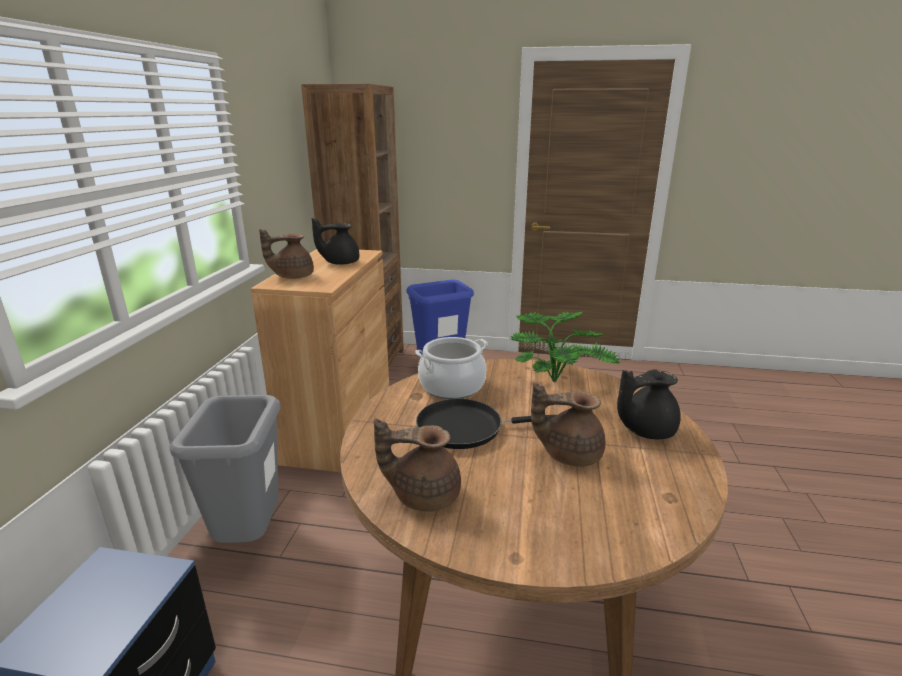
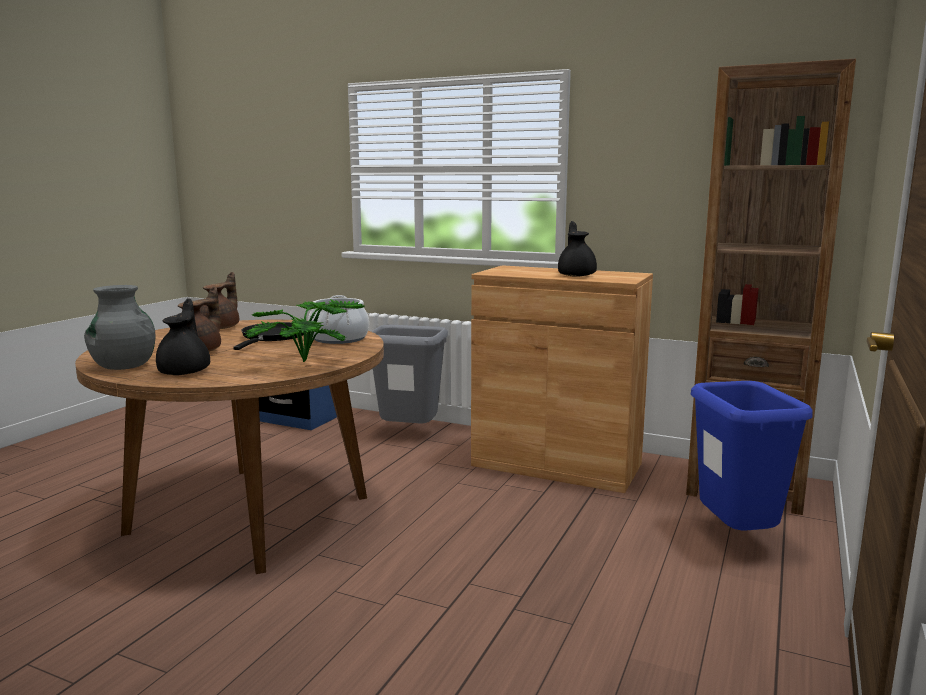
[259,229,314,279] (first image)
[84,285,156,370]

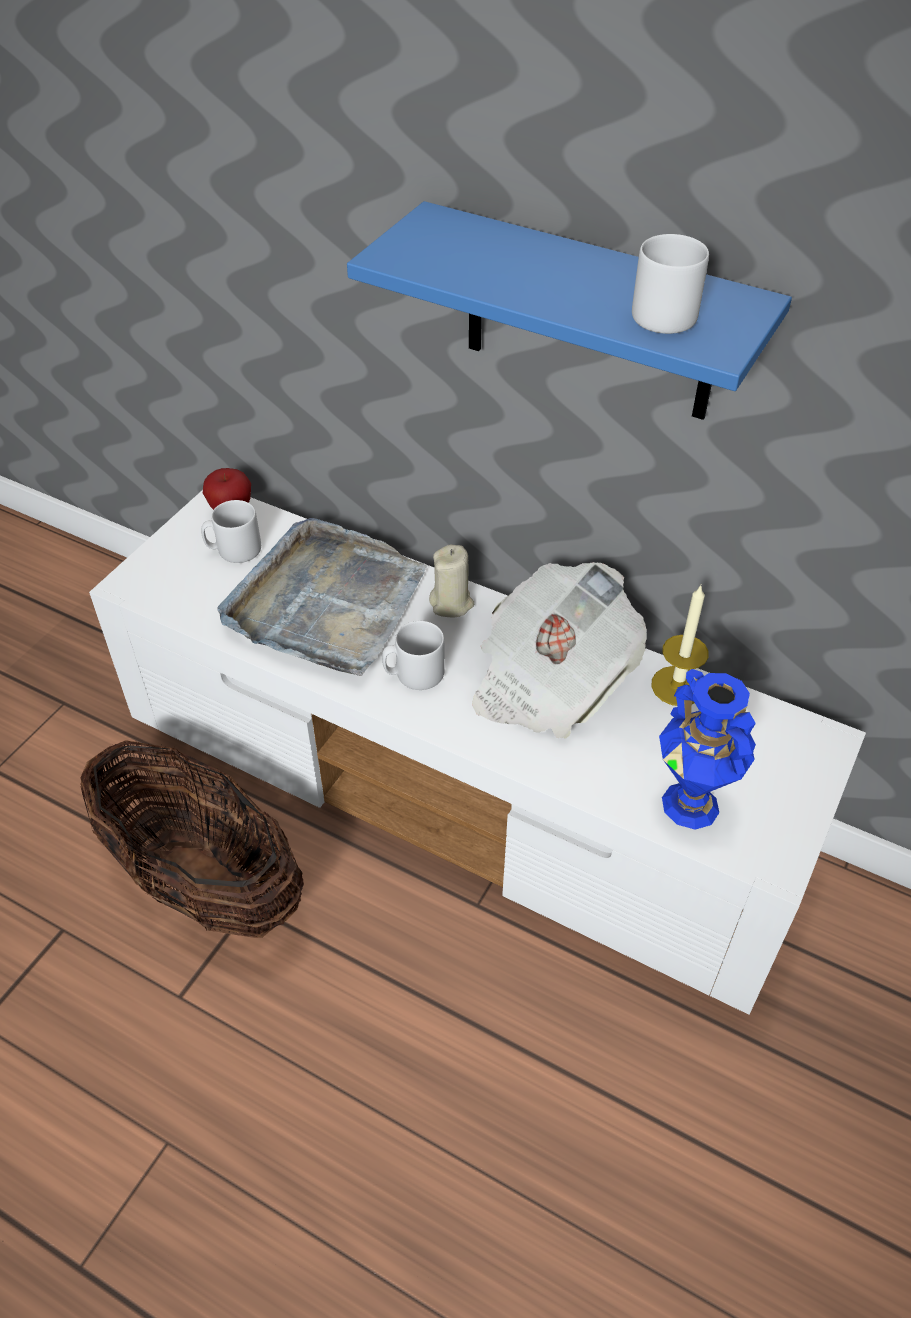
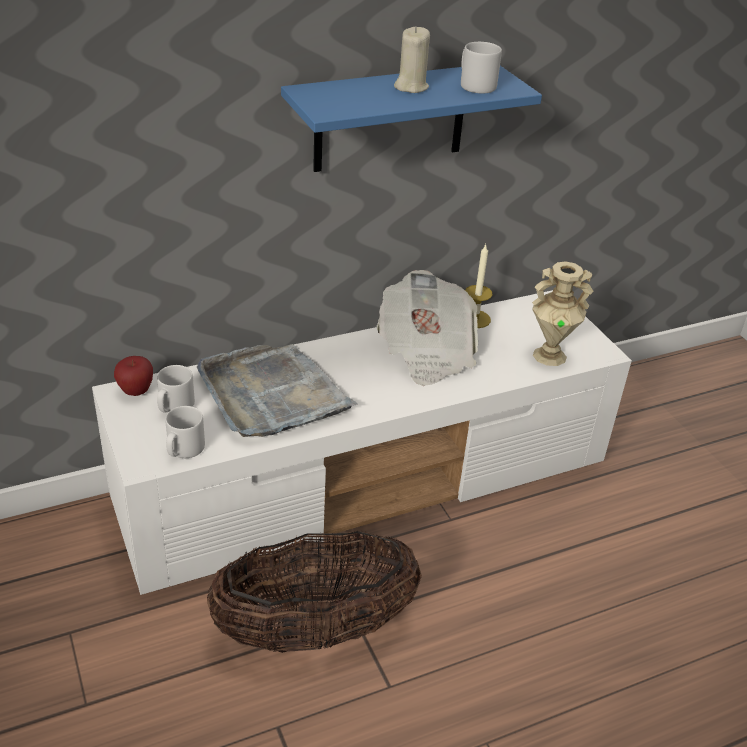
[394,26,430,93]
[165,406,205,458]
[532,261,593,366]

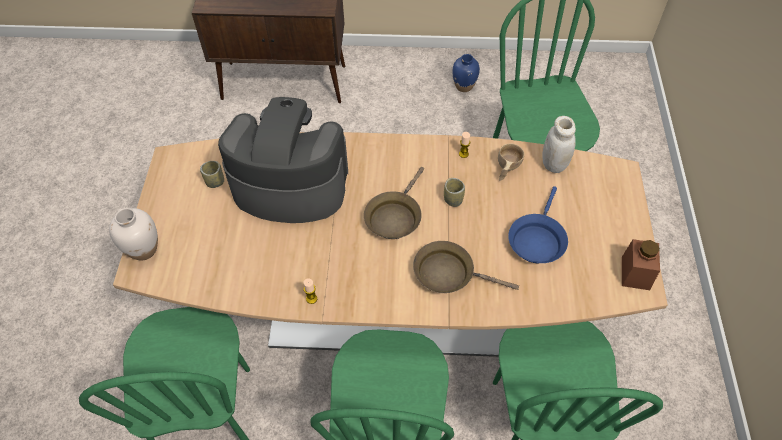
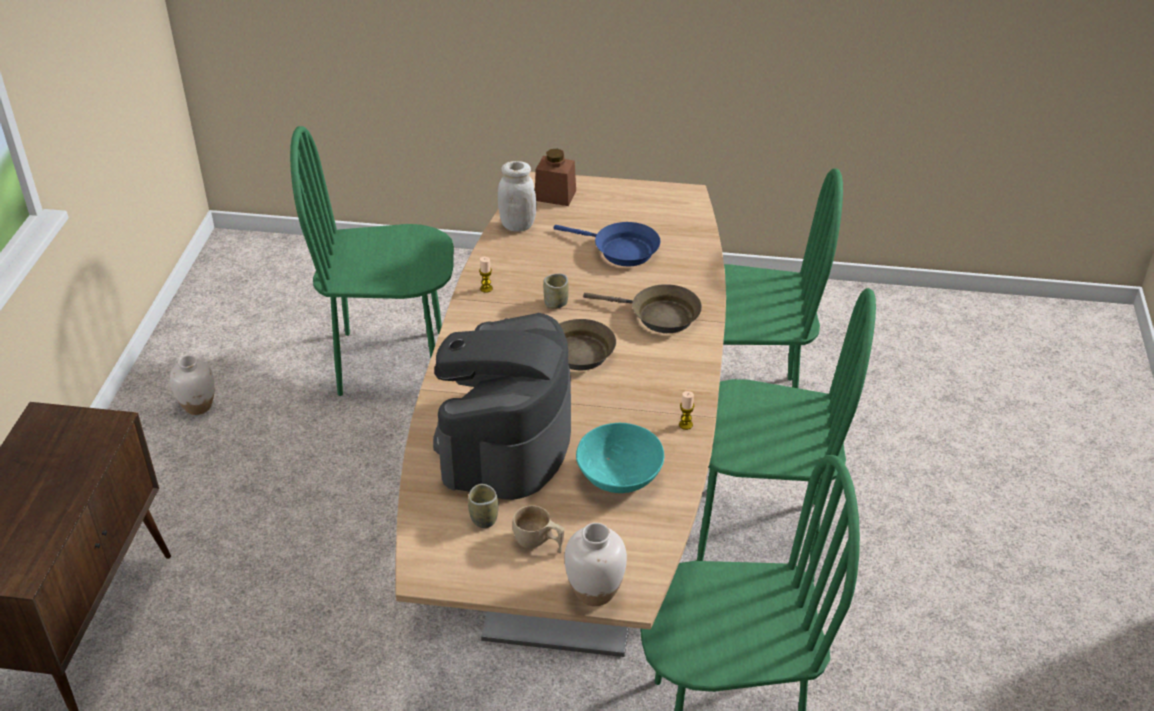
[170,355,214,415]
[512,505,564,553]
[535,149,576,206]
[583,284,702,333]
[576,423,664,493]

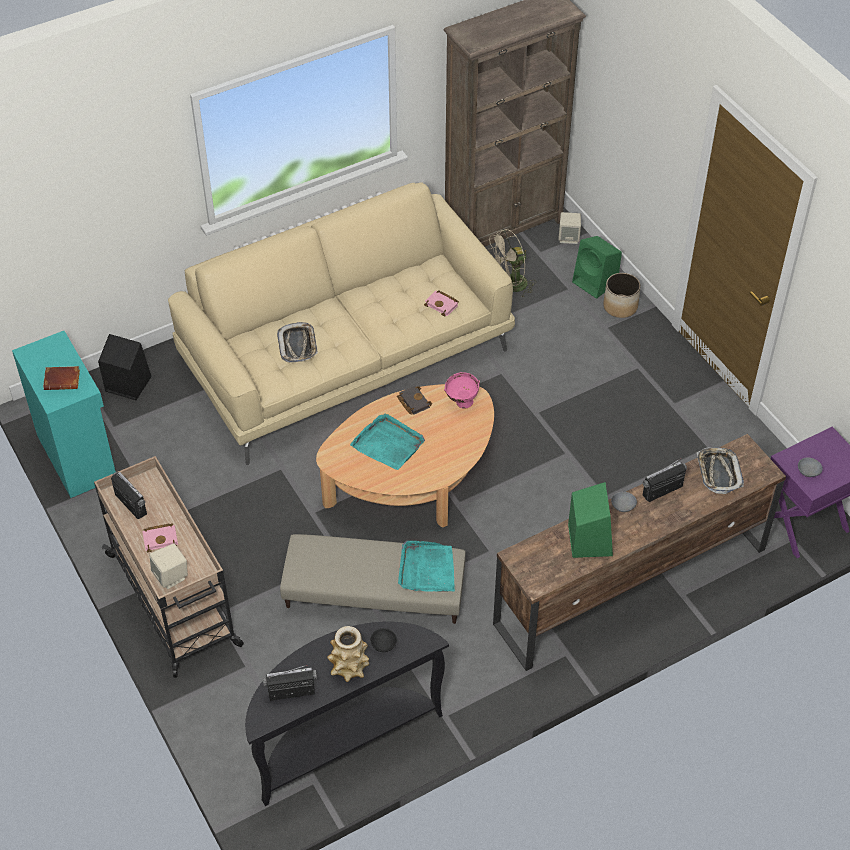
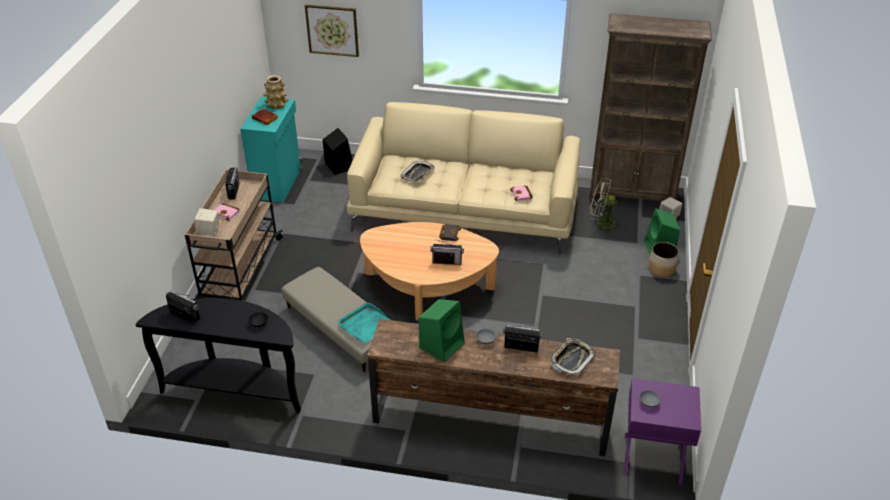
[444,372,480,409] (first image)
[350,414,425,470] (first image)
[263,75,288,109]
[305,4,359,57]
[430,239,464,265]

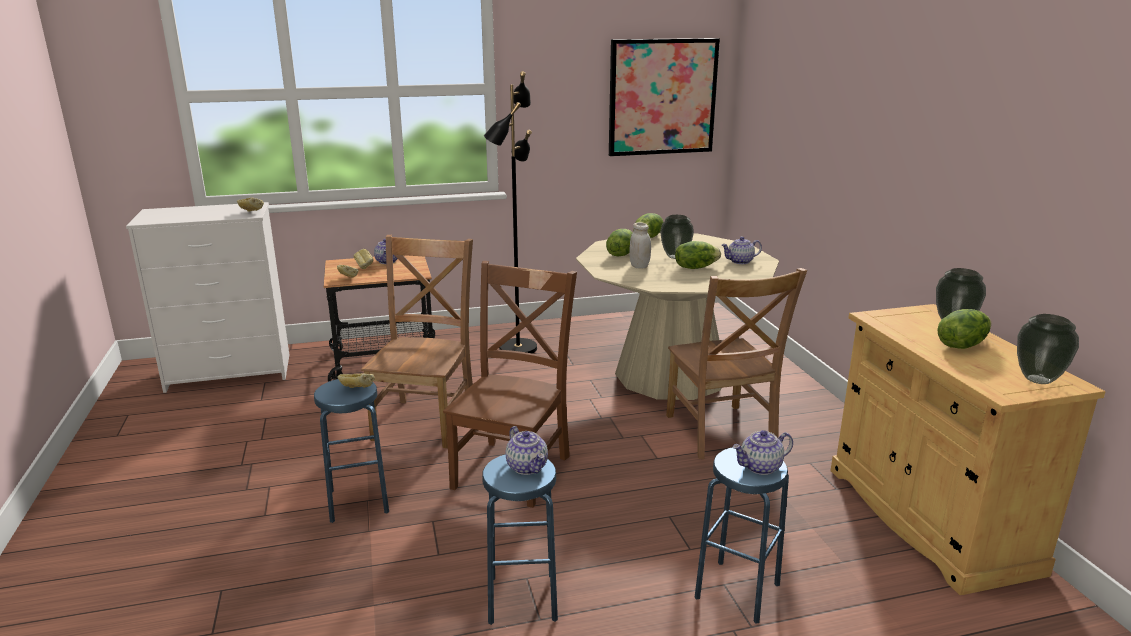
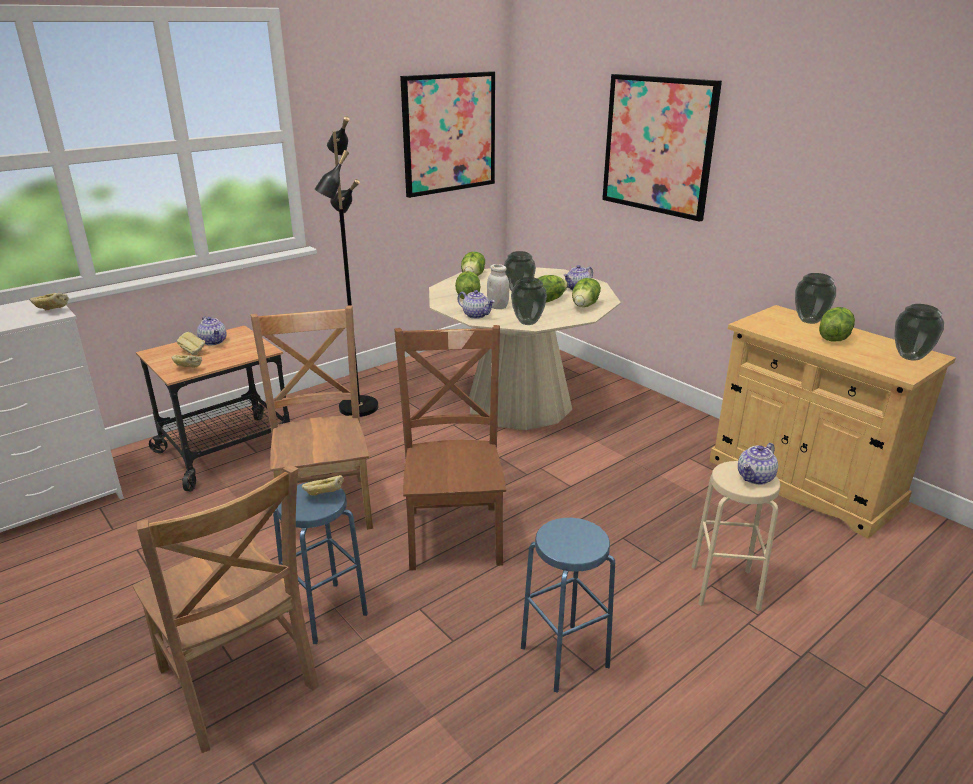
[132,465,319,753]
[458,290,495,319]
[692,461,780,611]
[602,74,722,222]
[511,277,547,325]
[572,278,601,307]

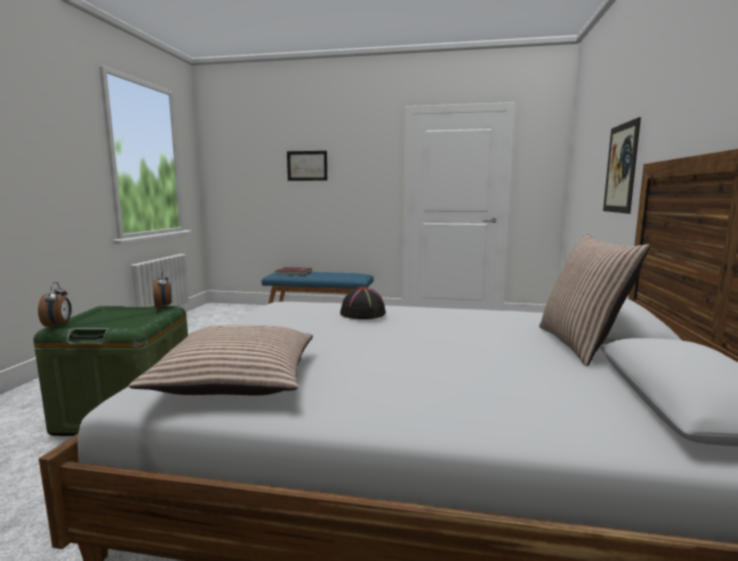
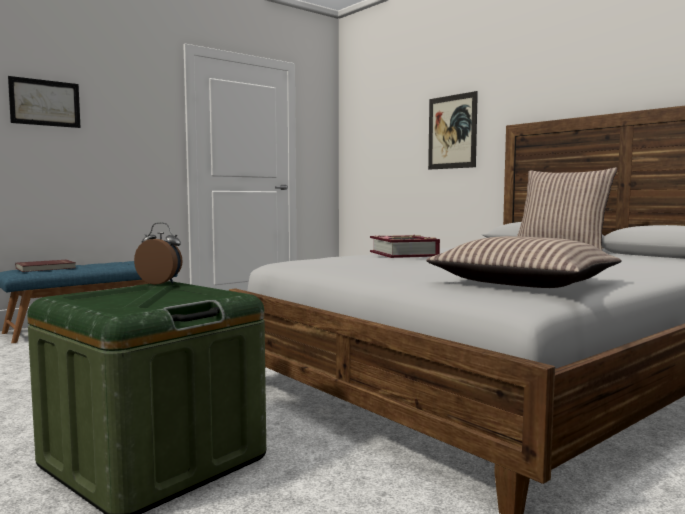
[38,282,72,328] (first image)
[370,235,440,258]

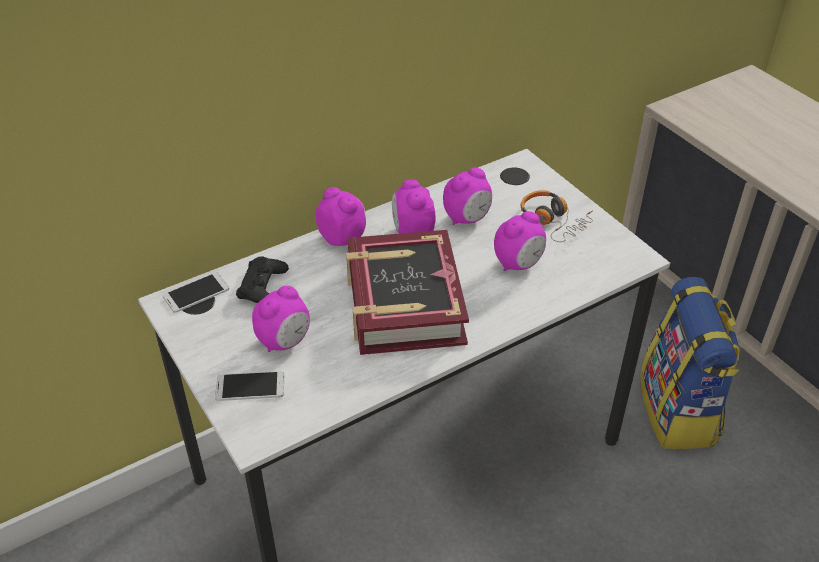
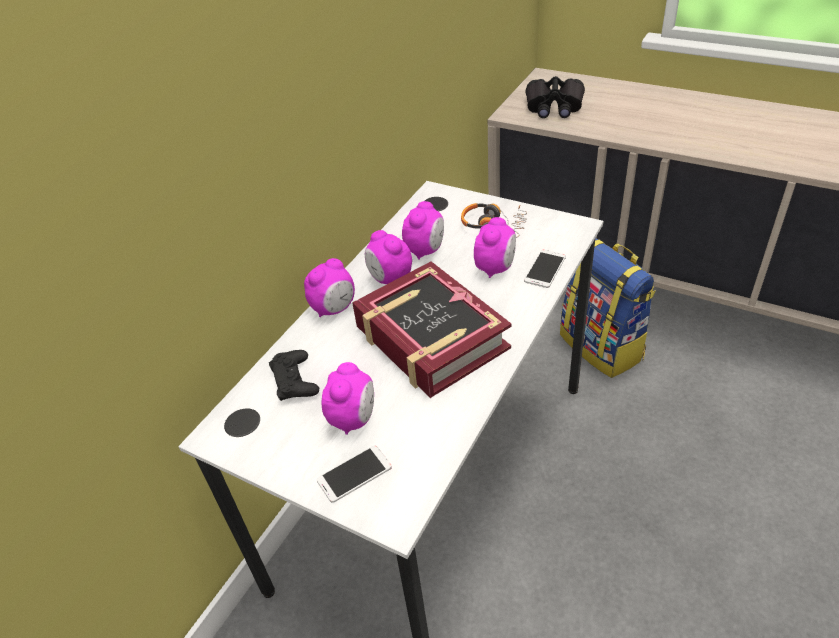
[304,258,355,317]
[524,250,566,288]
[525,76,585,118]

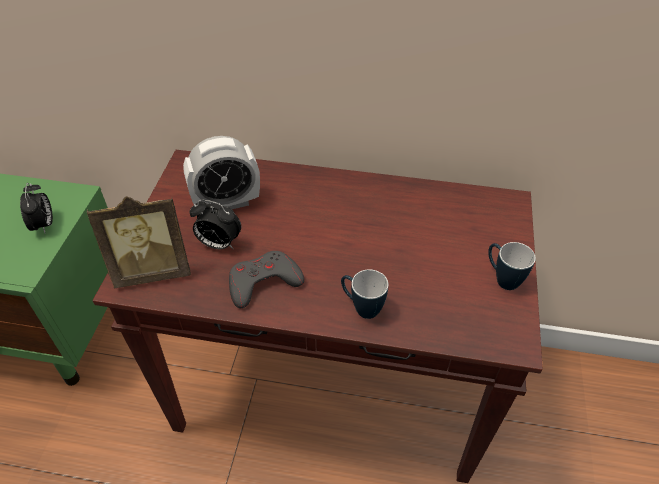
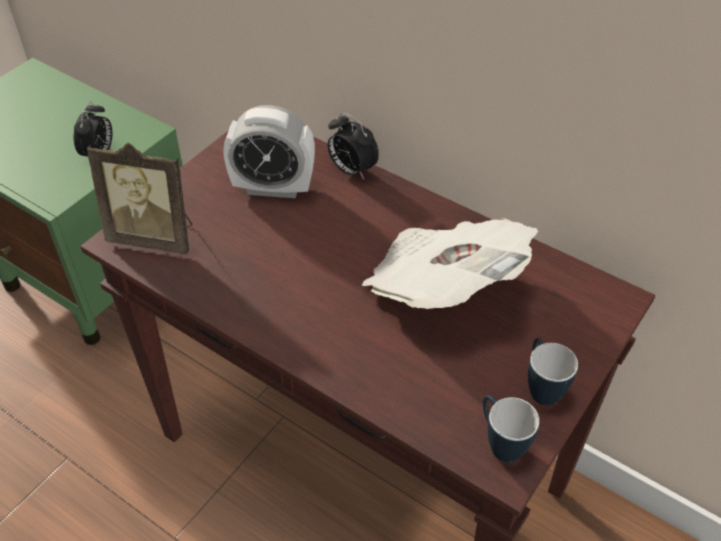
[327,113,379,180]
[229,251,304,308] (first image)
[483,395,539,463]
[361,218,538,309]

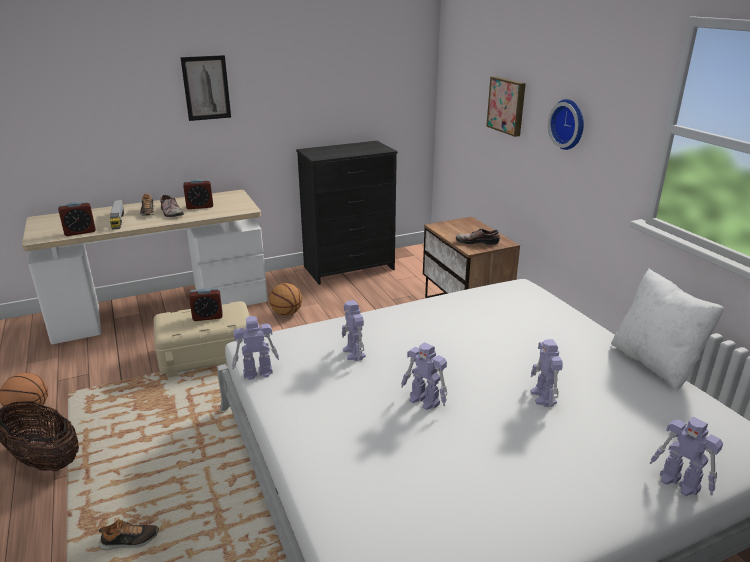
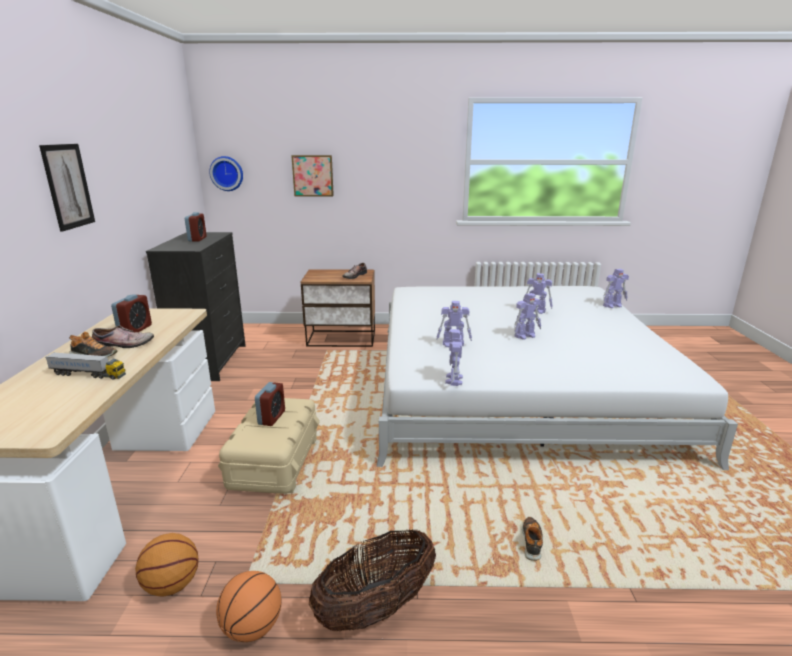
[209,156,243,191]
[185,212,207,242]
[611,268,724,391] (first image)
[135,533,199,597]

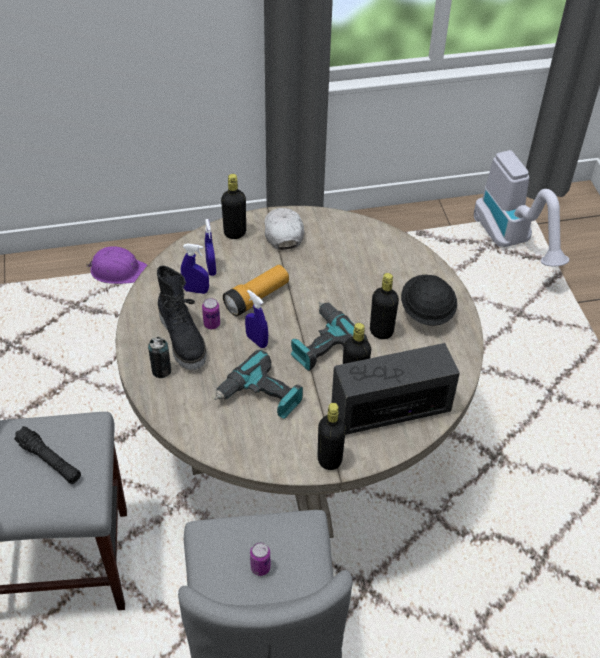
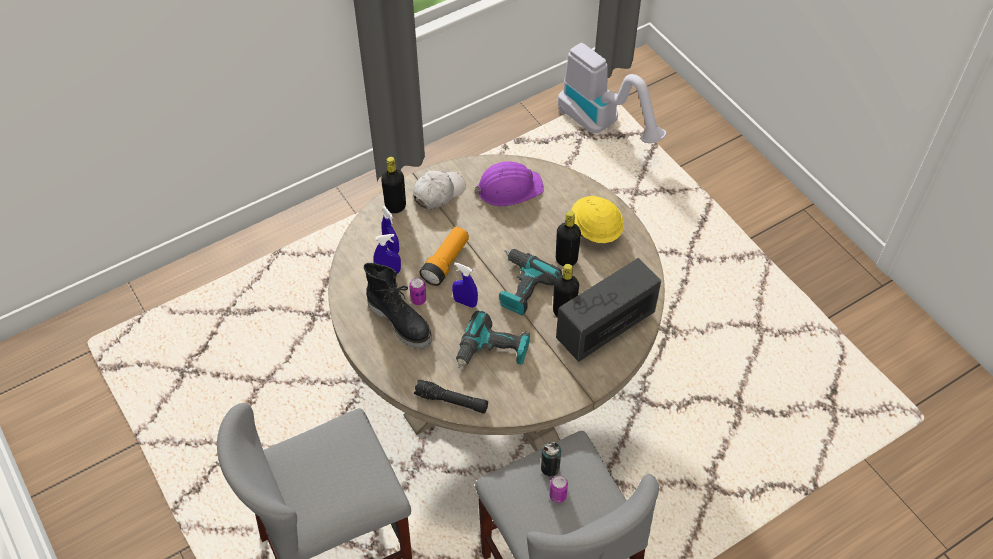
[413,171,466,210]
[474,161,544,206]
[571,196,624,243]
[541,442,561,476]
[318,403,346,470] (first image)
[414,380,488,414]

